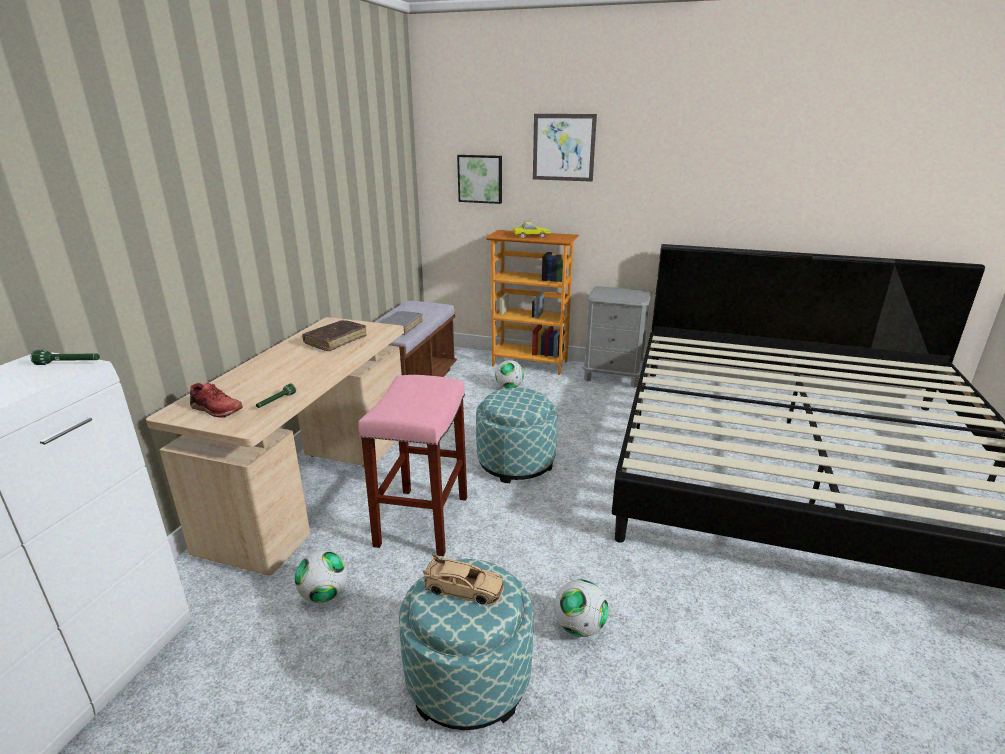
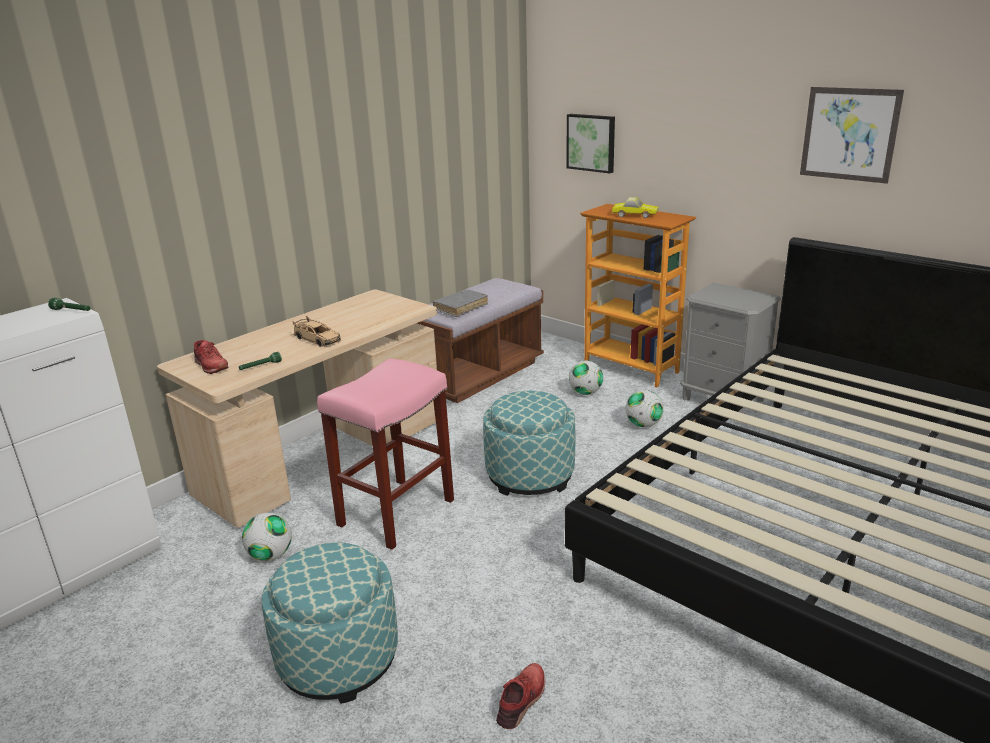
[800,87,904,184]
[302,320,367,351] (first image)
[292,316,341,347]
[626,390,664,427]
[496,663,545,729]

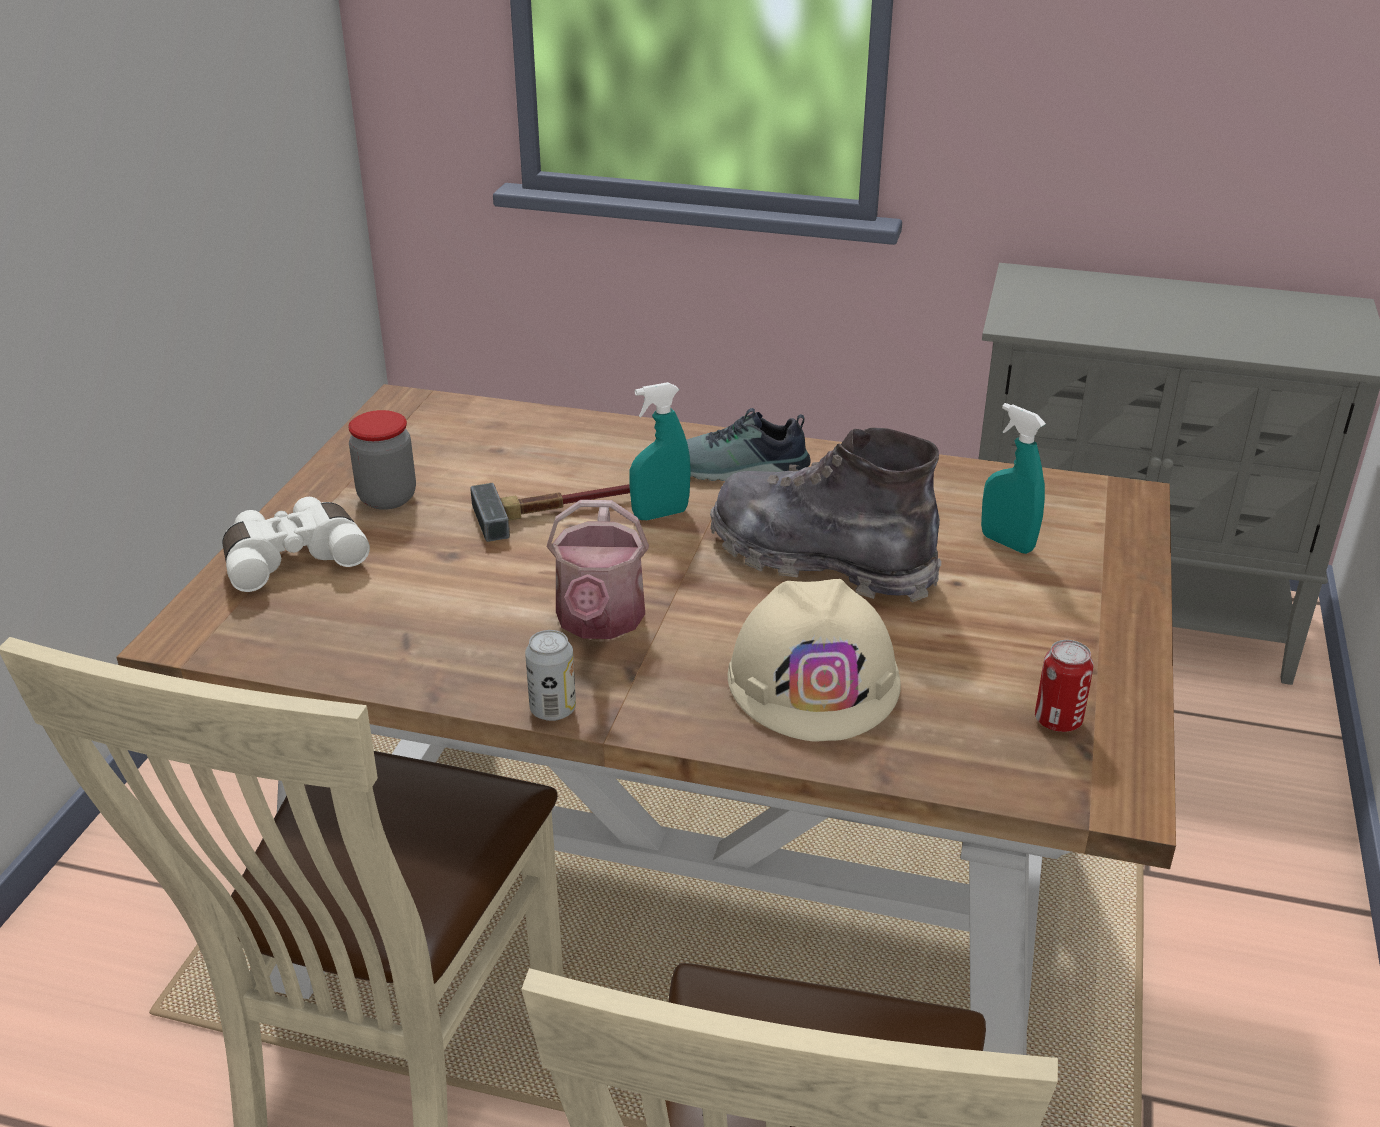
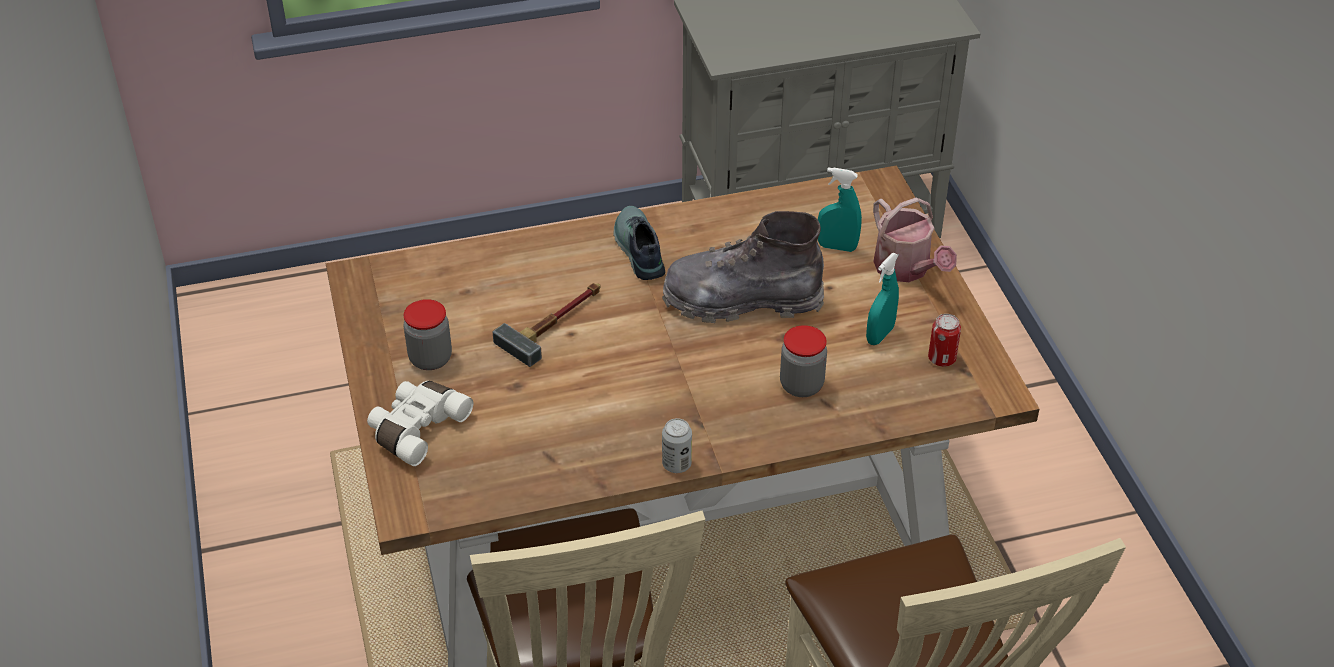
[866,253,899,345]
[613,206,665,280]
[873,198,957,282]
[780,325,827,397]

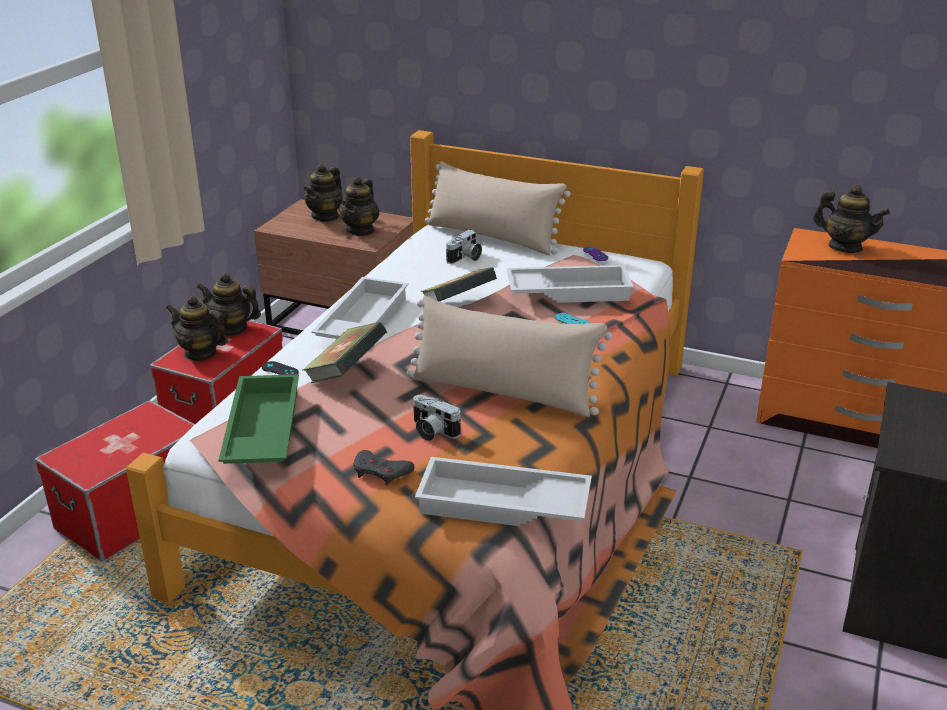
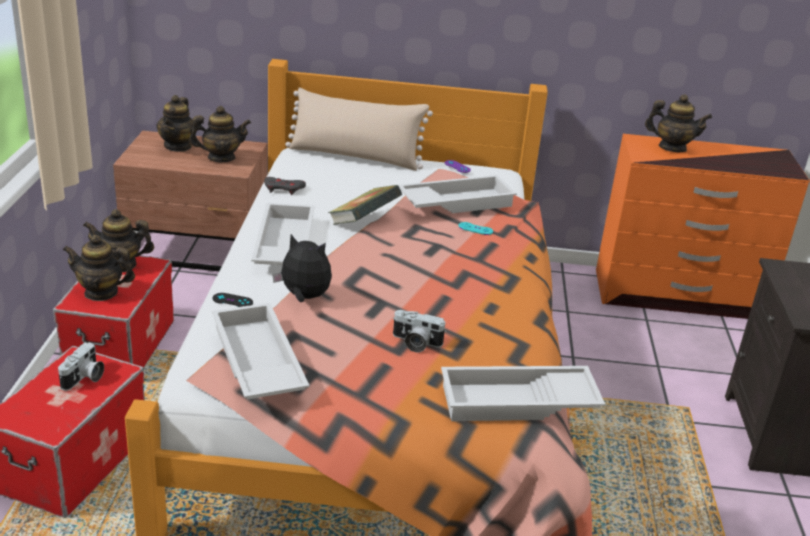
[189,106,251,162]
[58,342,104,391]
[407,296,613,417] (first image)
[272,234,332,302]
[212,303,310,400]
[264,177,306,195]

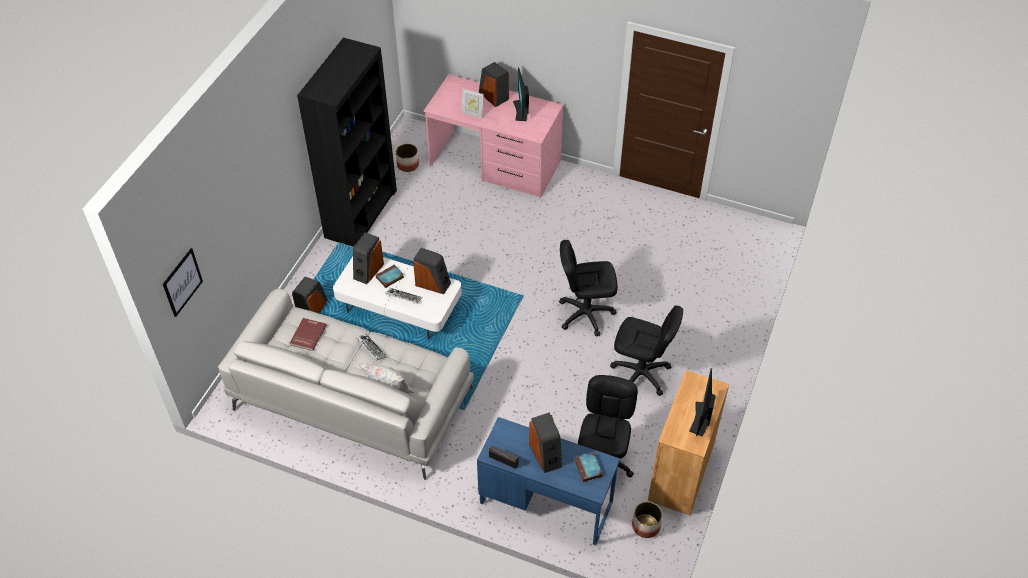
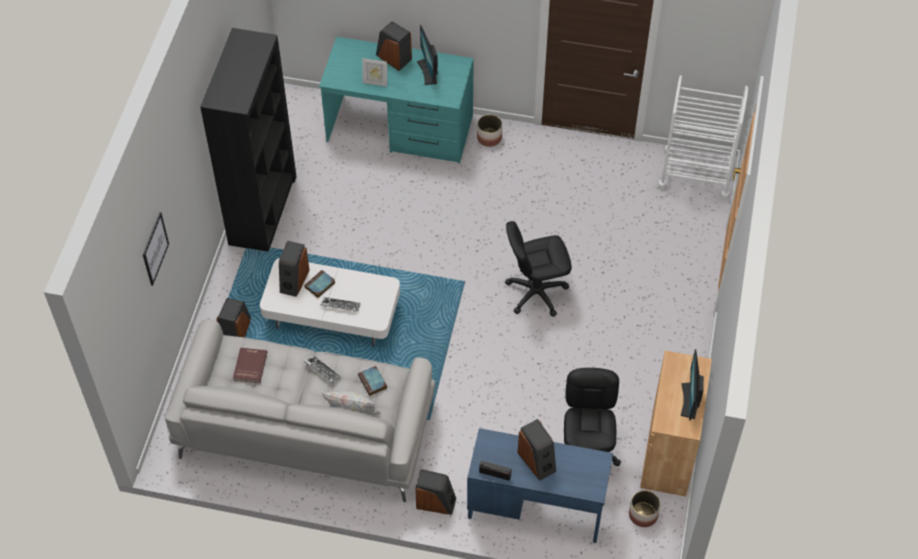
[319,37,474,164]
[477,114,502,147]
[143,212,169,286]
[415,469,457,515]
[610,306,683,396] (first image)
[358,366,387,396]
[658,76,748,200]

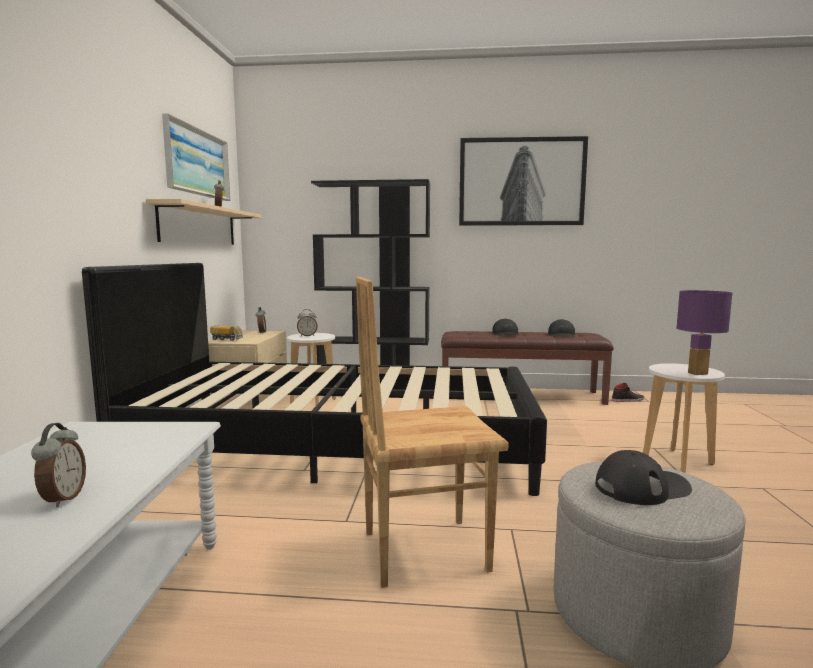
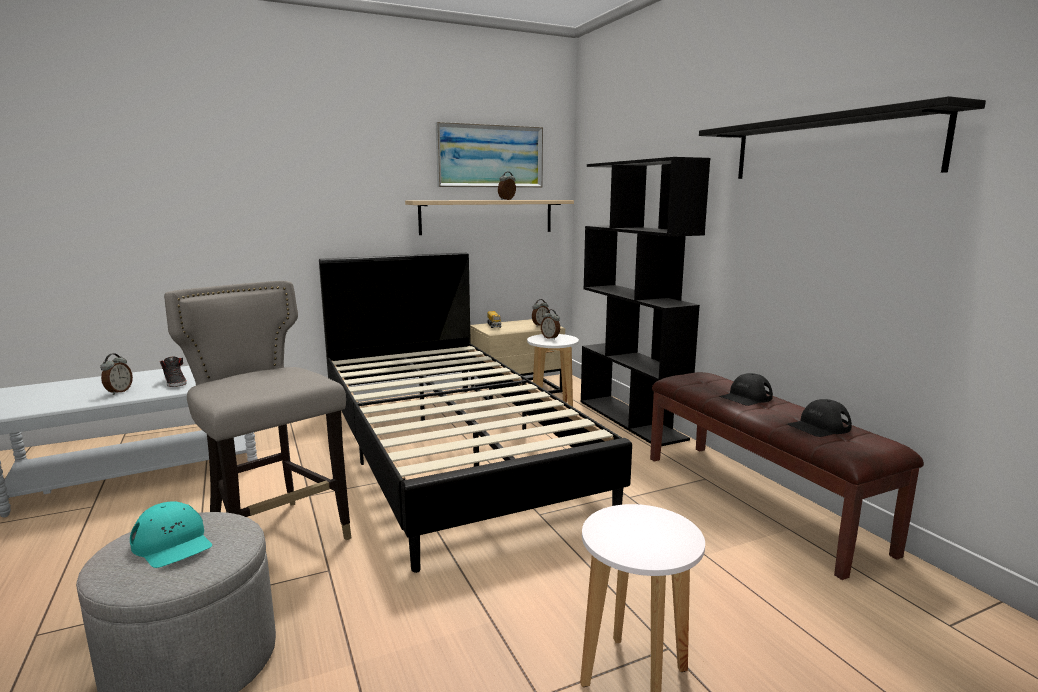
[699,96,986,179]
[164,281,351,540]
[676,290,733,375] (first image)
[160,357,186,387]
[100,353,133,395]
[130,501,212,568]

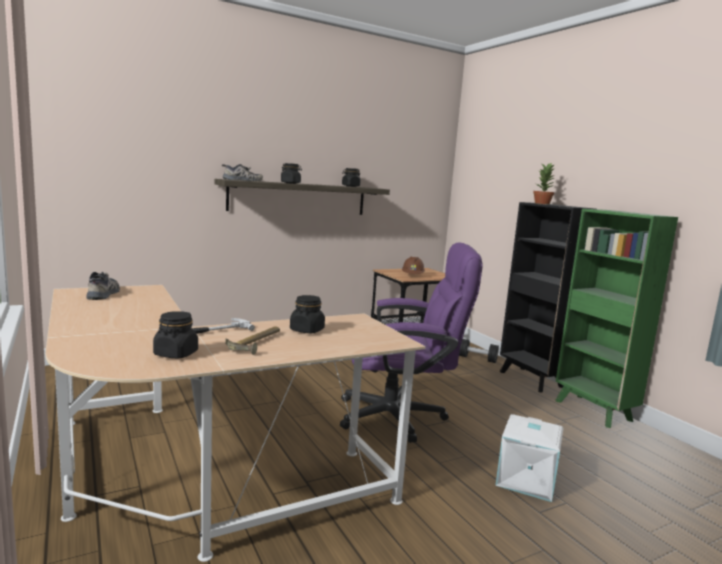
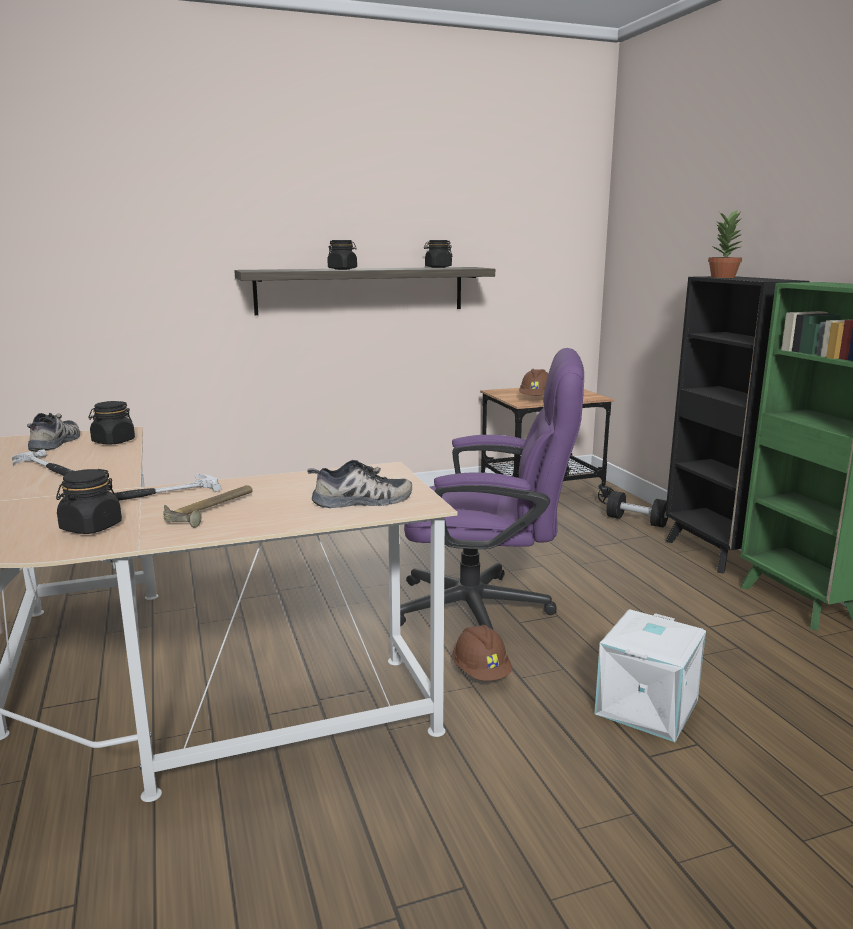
[307,460,412,508]
[88,401,135,445]
[12,449,74,476]
[452,625,512,681]

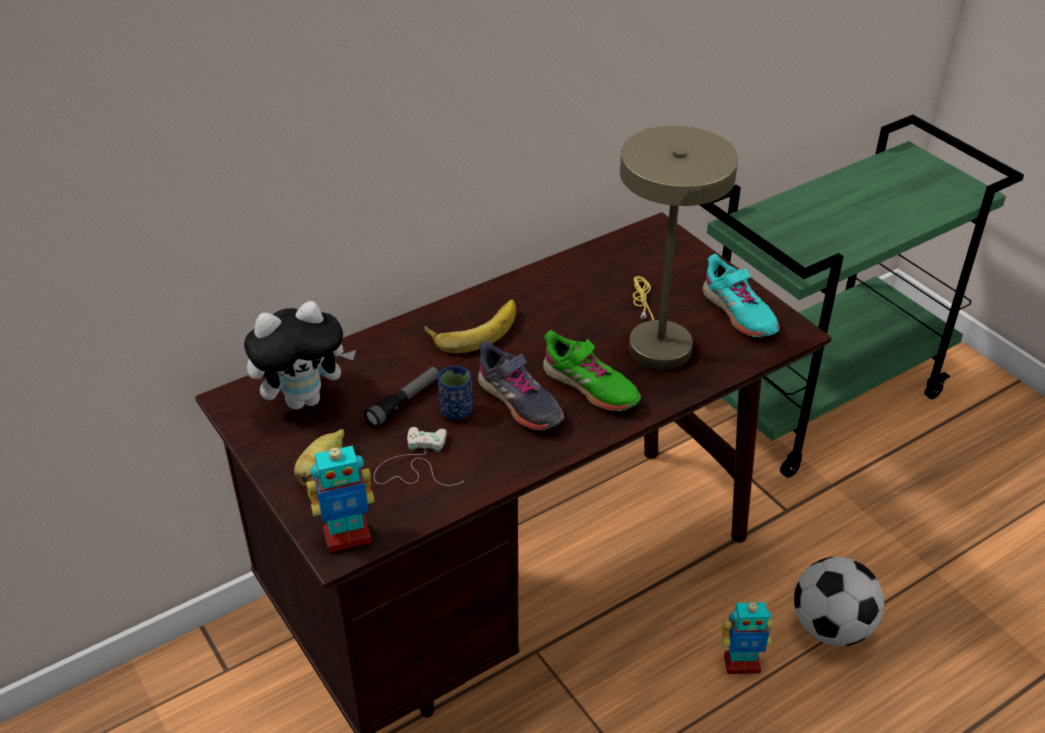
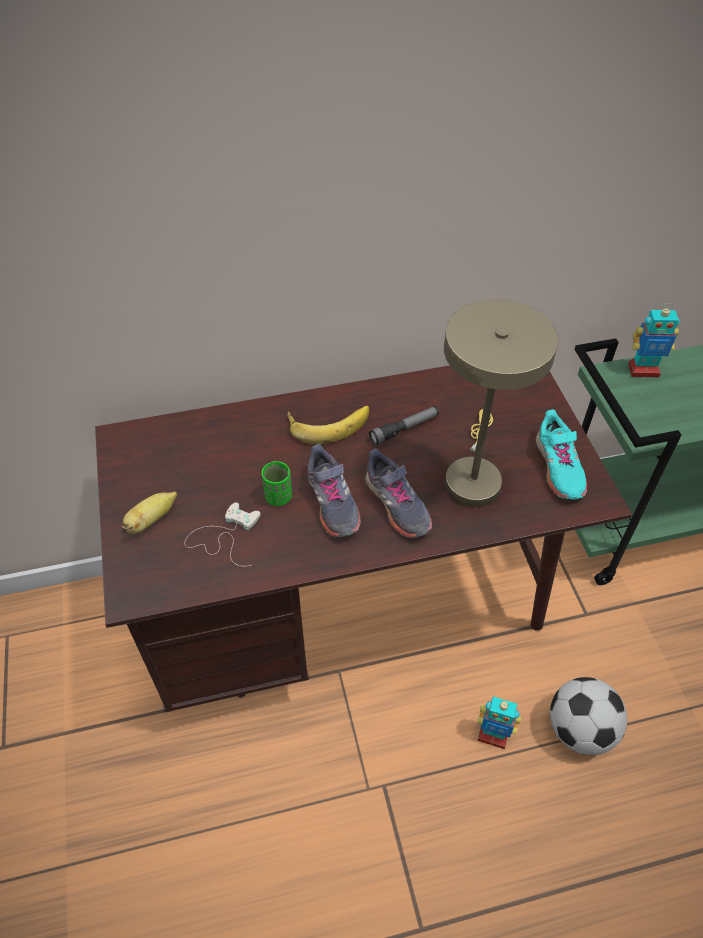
[244,301,356,410] (first image)
[365,448,432,538]
[369,406,439,445]
[262,461,292,506]
[629,303,680,377]

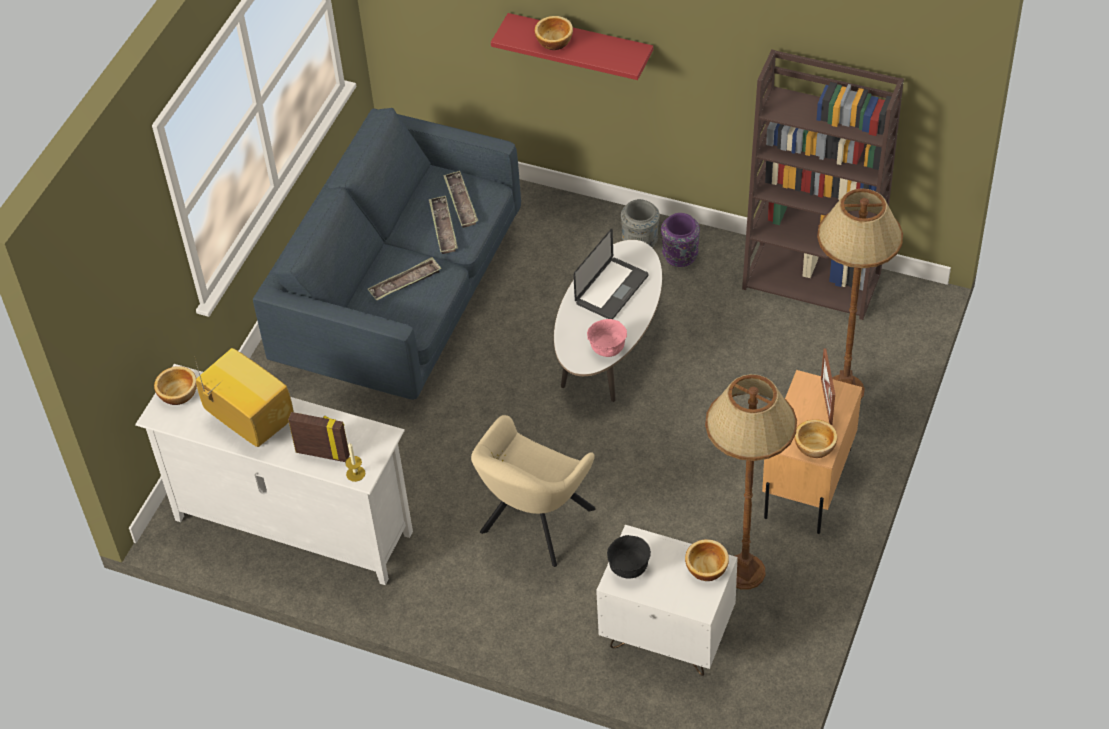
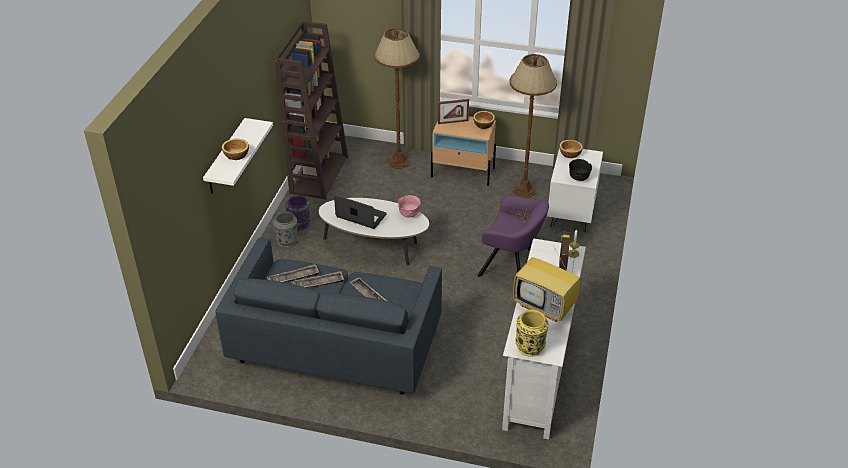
[203,118,273,194]
[513,247,580,322]
[515,310,549,357]
[477,195,549,277]

